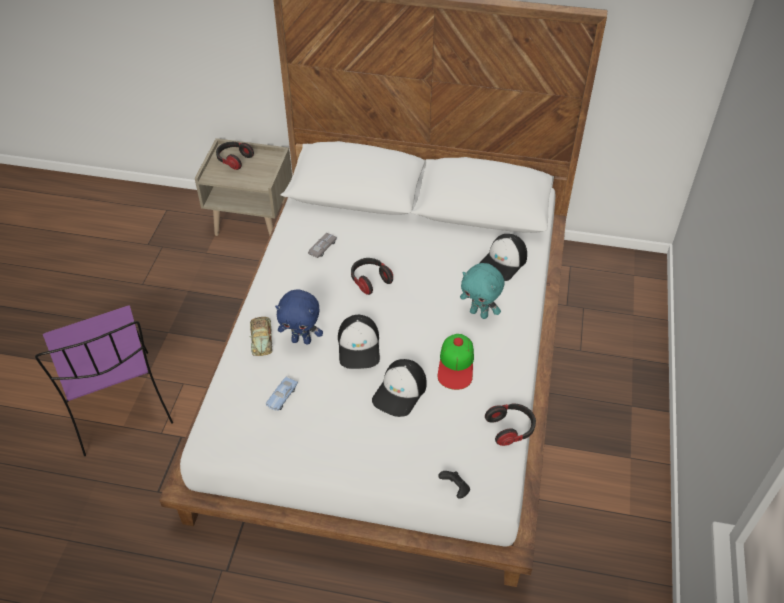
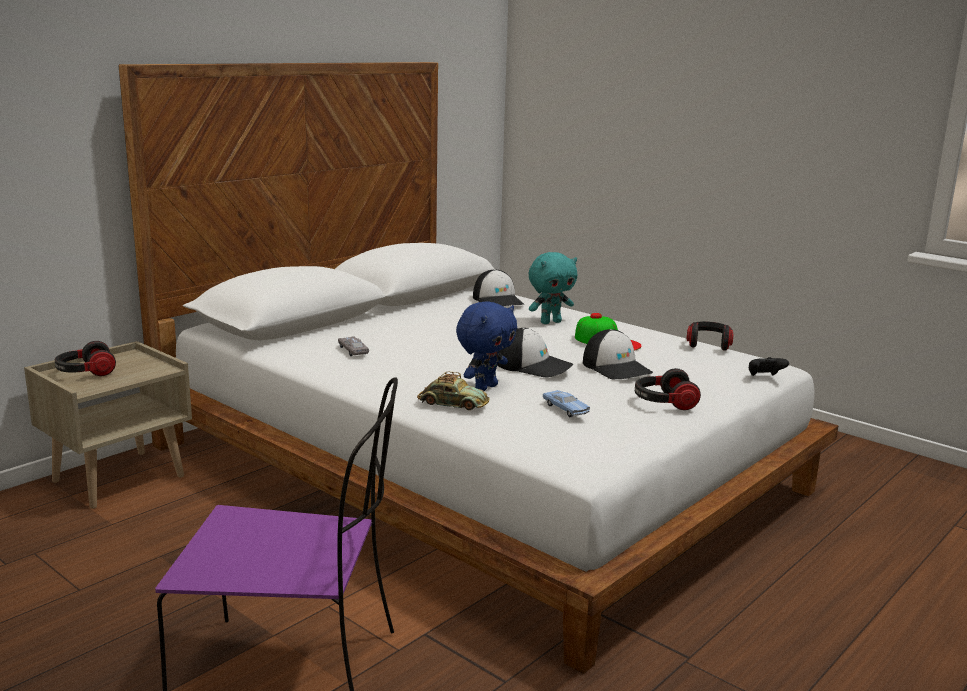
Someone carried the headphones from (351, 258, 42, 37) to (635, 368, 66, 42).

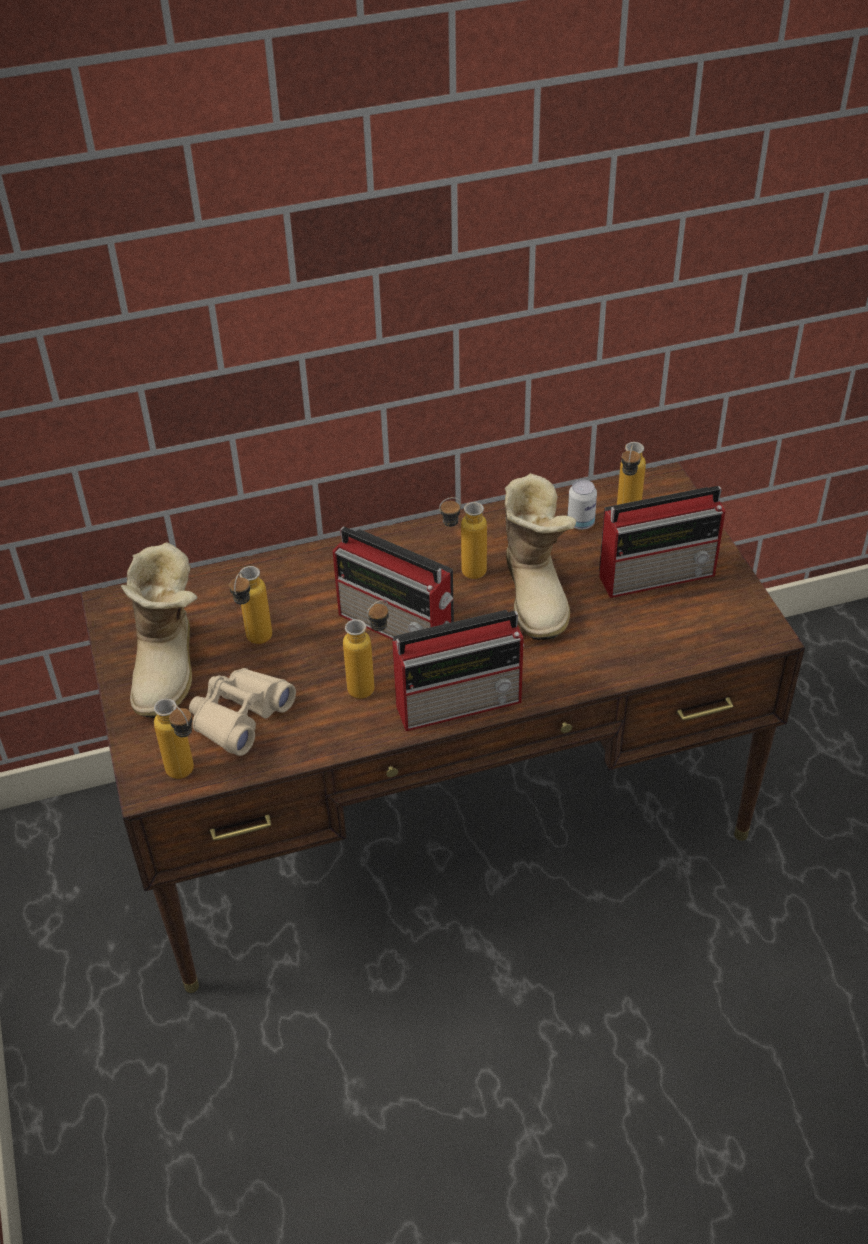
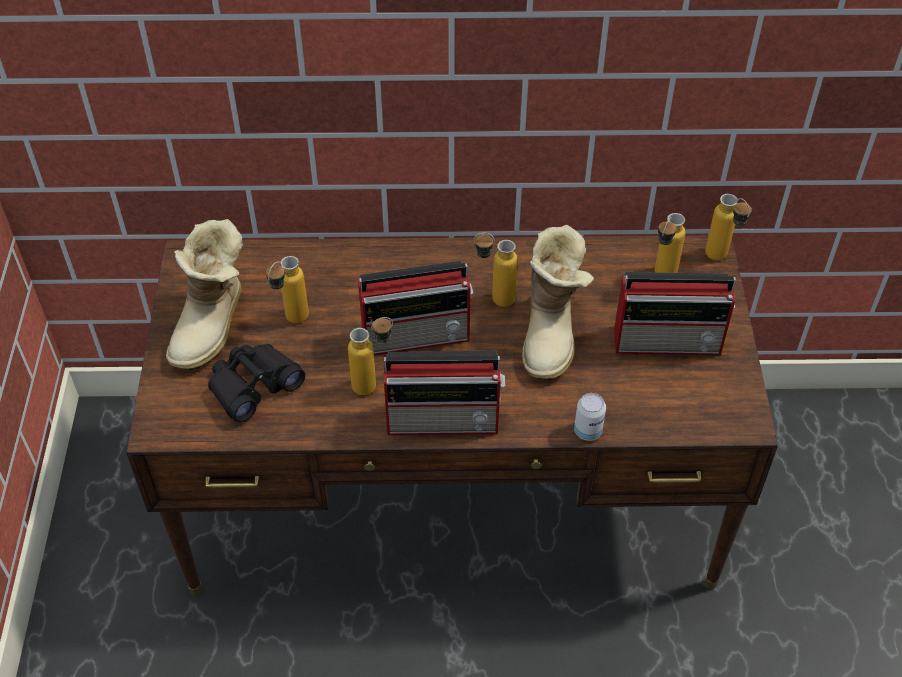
Someone carried the bottle from (154, 698, 40, 81) to (705, 194, 47, 66).
Someone repainted the beige binoculars at (189, 668, 107, 88), which became the black binoculars at (208, 344, 97, 79).
Someone rotated the radio at (333, 527, 121, 113) by 60 degrees counterclockwise.
Someone carried the can from (568, 480, 29, 50) to (574, 393, 32, 48).

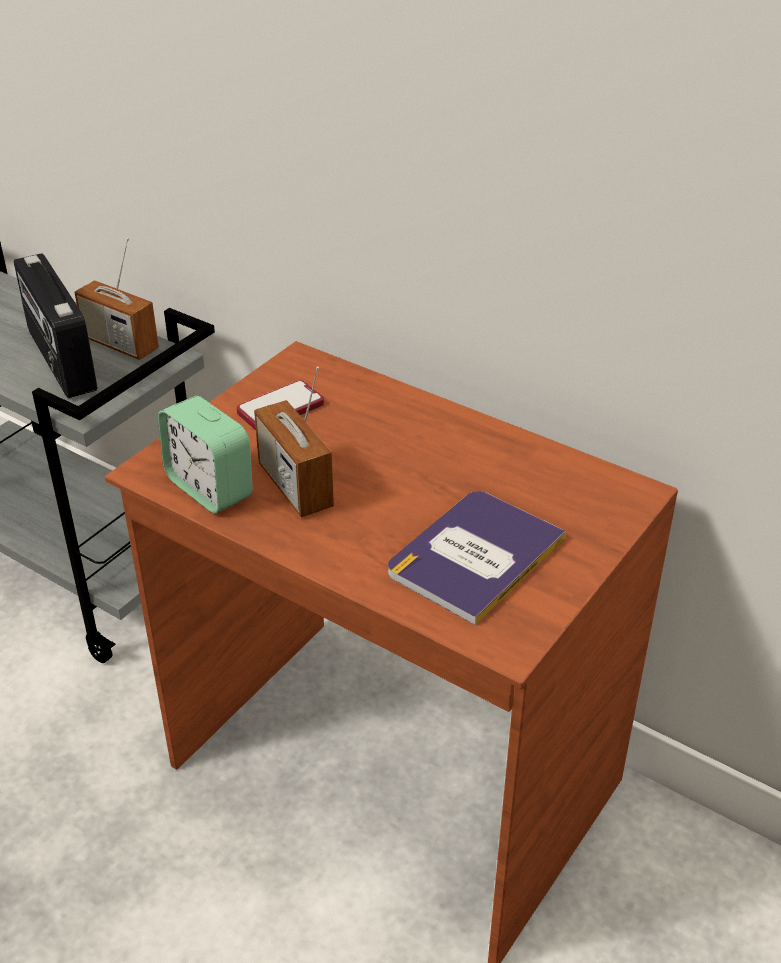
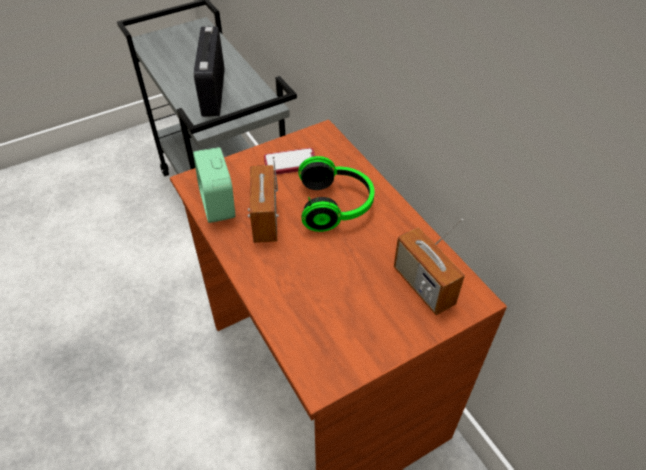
Someone carried the radio from (74, 238, 85, 122) to (394, 219, 71, 96).
Someone took away the book at (388, 491, 178, 134).
Someone put down the headphones at (298, 156, 77, 76).

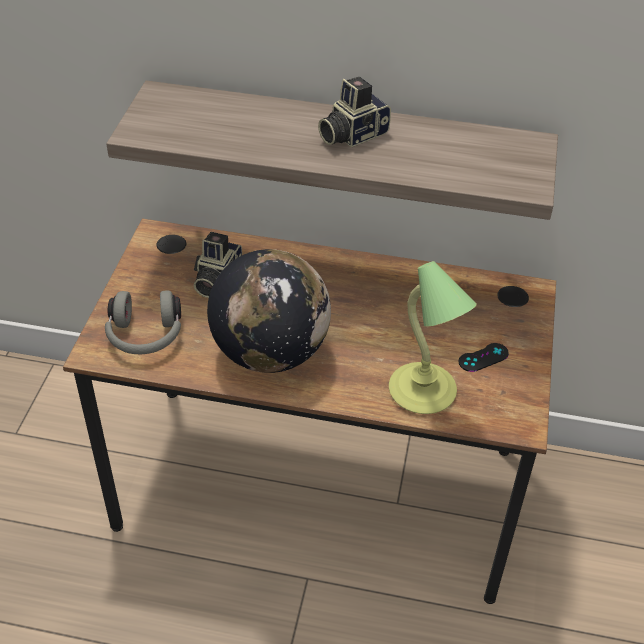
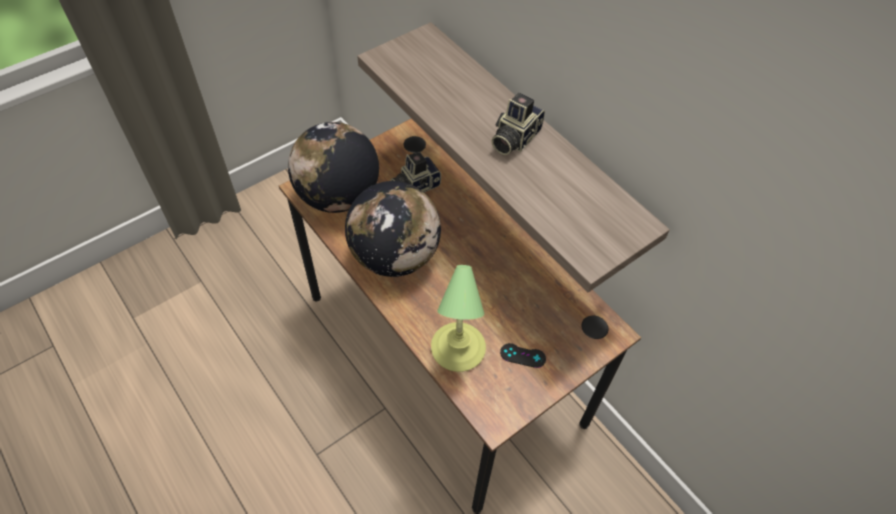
Someone swapped the grey headphones at (105, 291, 76, 63) for the globe at (288, 122, 91, 91).
Someone rotated the photo camera at (318, 77, 73, 71) by 60 degrees counterclockwise.

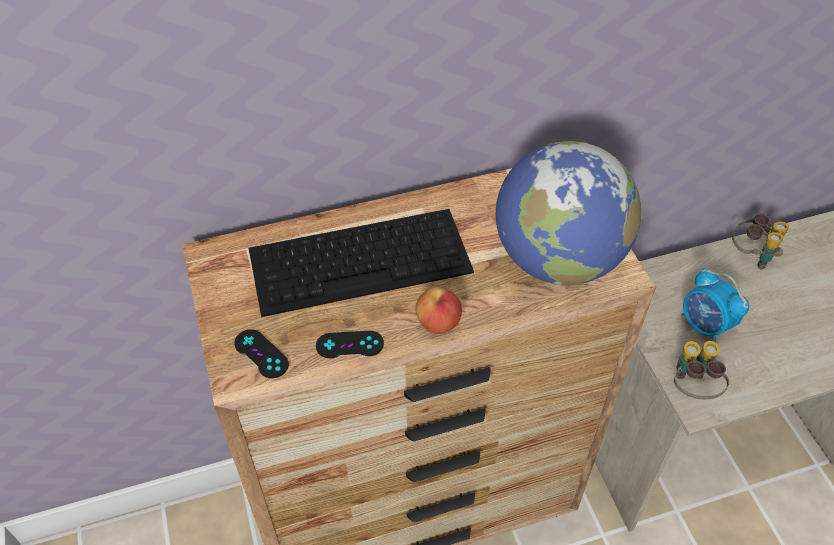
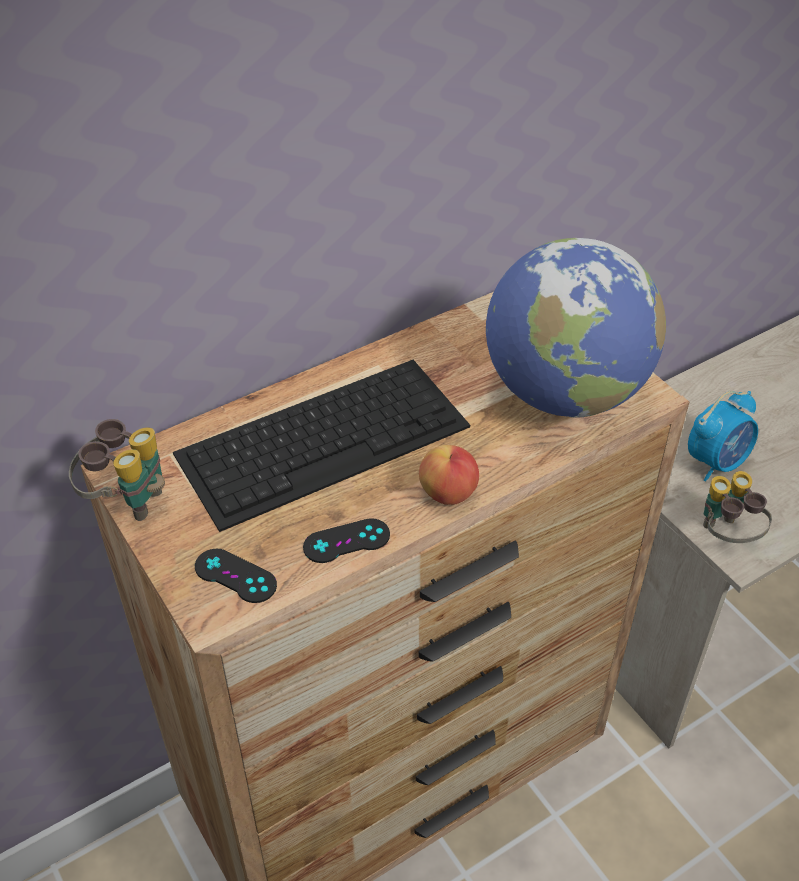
Someone rotated the alarm clock at (681, 268, 68, 74) by 75 degrees counterclockwise.
Someone carried the binoculars from (732, 213, 57, 57) to (69, 419, 96, 102).

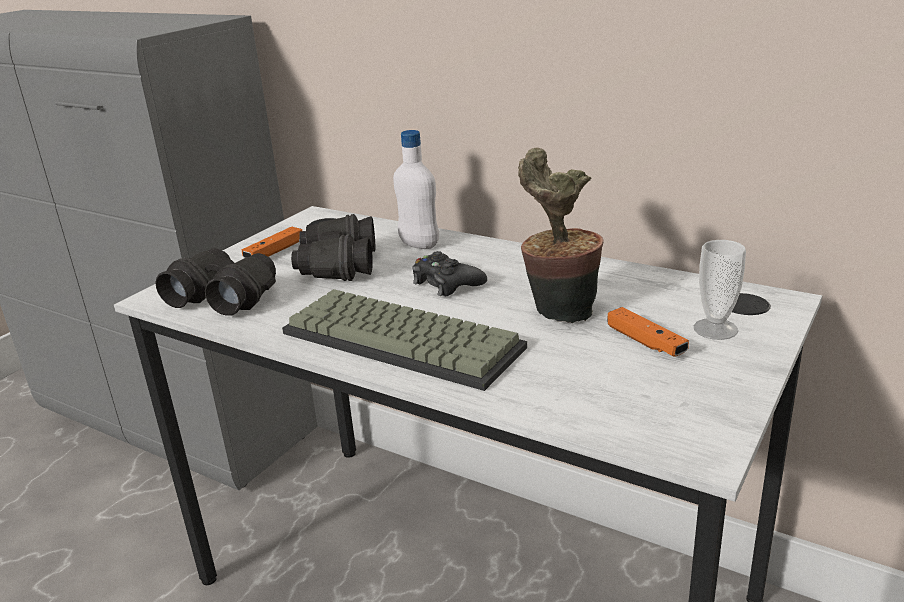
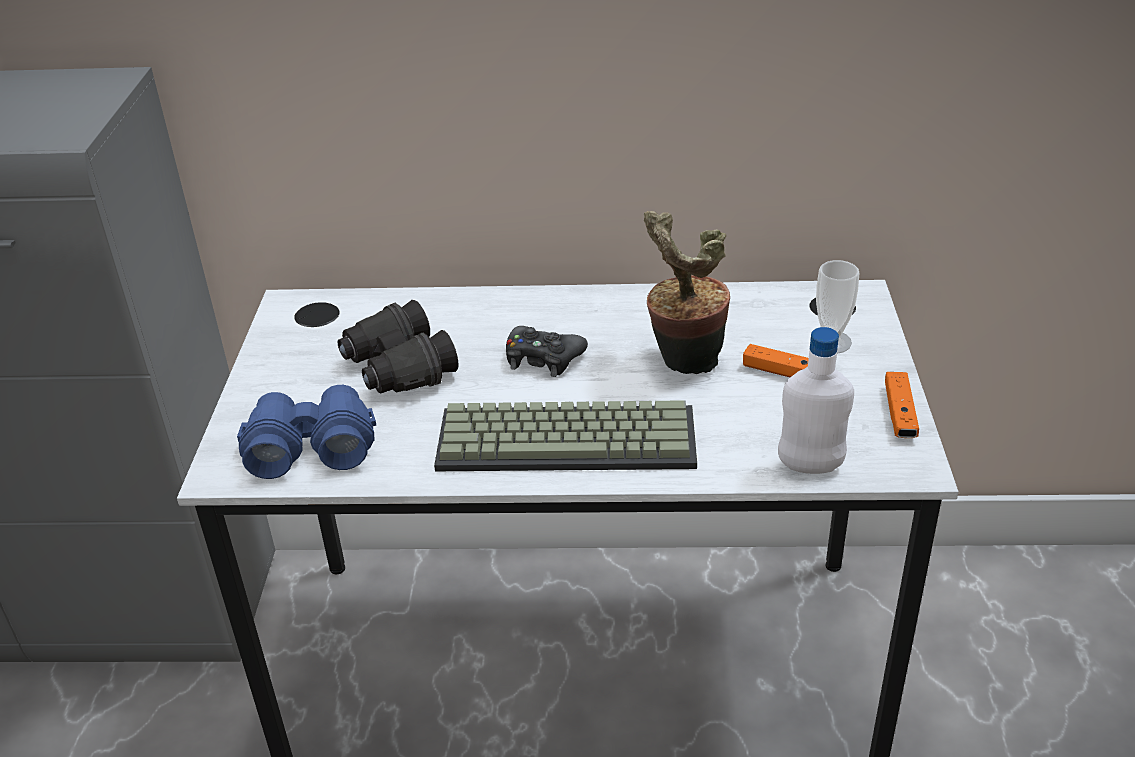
Someone repainted the black binoculars at (155, 248, 121, 68), which became the blue binoculars at (237, 385, 139, 94).
Someone carried the orange game controller from (242, 226, 60, 32) to (885, 372, 34, 66).
Someone carried the white bottle from (393, 130, 46, 119) to (778, 327, 76, 147).

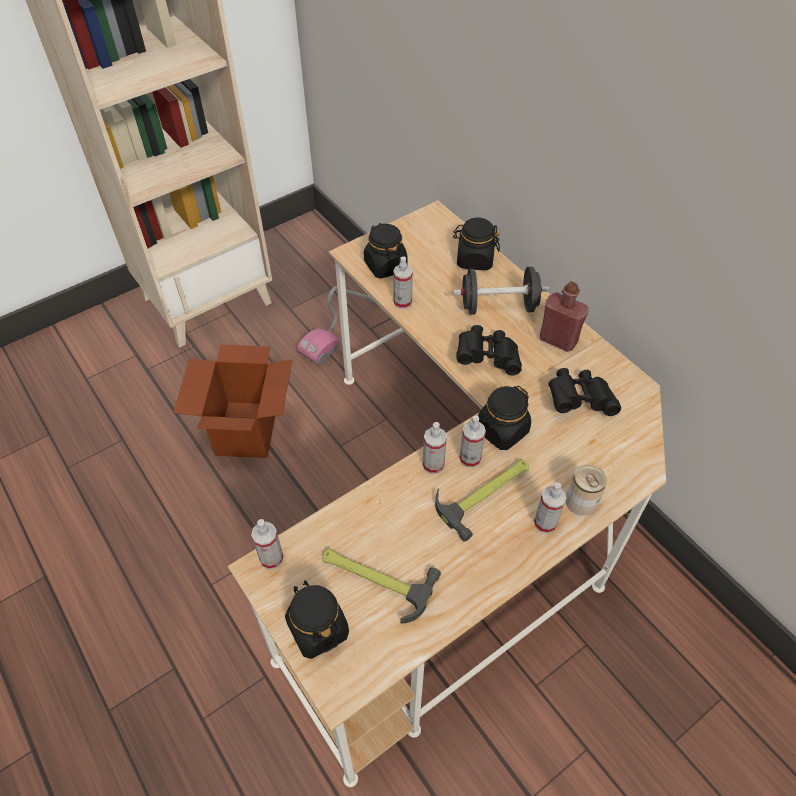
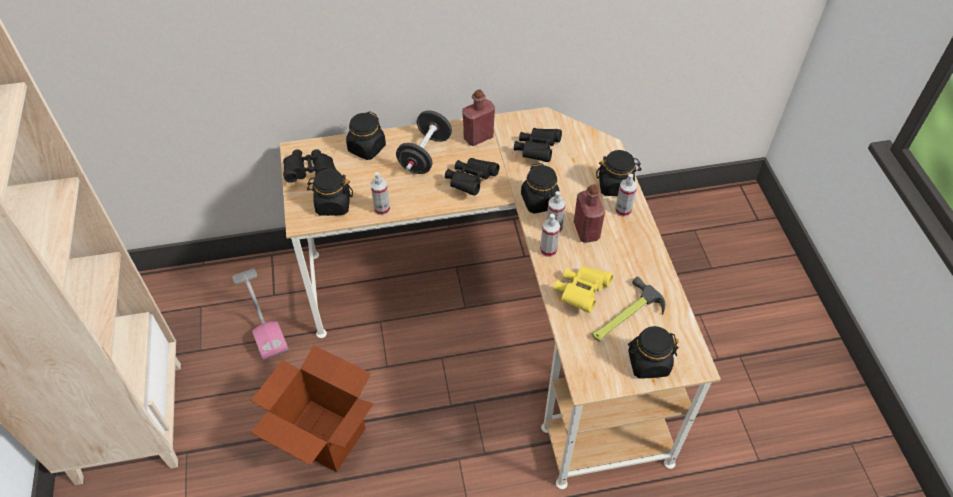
Someone took away the spray bottle at (251, 519, 33, 51).
Someone swapped the hammer at (435, 459, 94, 83) for the red bottle at (574, 184, 31, 59).
Someone swapped the can at (565, 464, 42, 52) for the black jar at (596, 150, 46, 46).
Someone put down the black binoculars at (283, 149, 53, 34).
Someone put down the yellow binoculars at (554, 266, 59, 47).

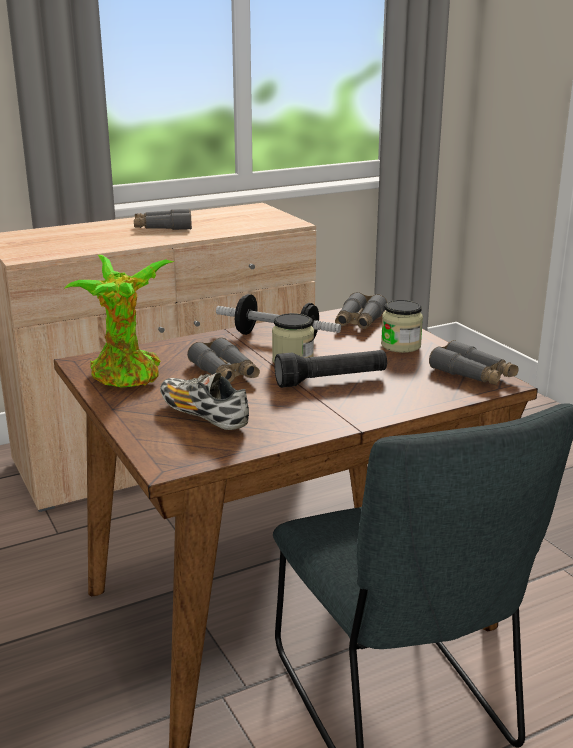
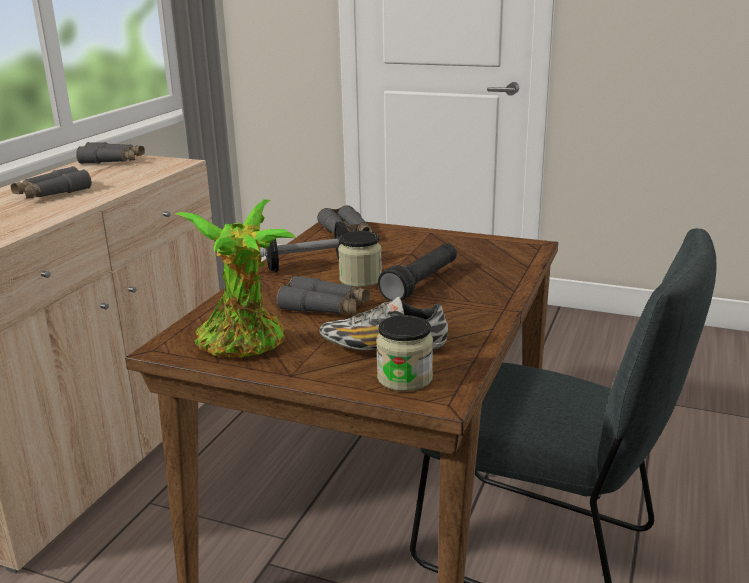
Someone carried the jar from (381, 300, 42, 53) to (376, 315, 57, 77).
Someone carried the grey binoculars from (429, 340, 90, 45) to (76, 142, 69, 22).

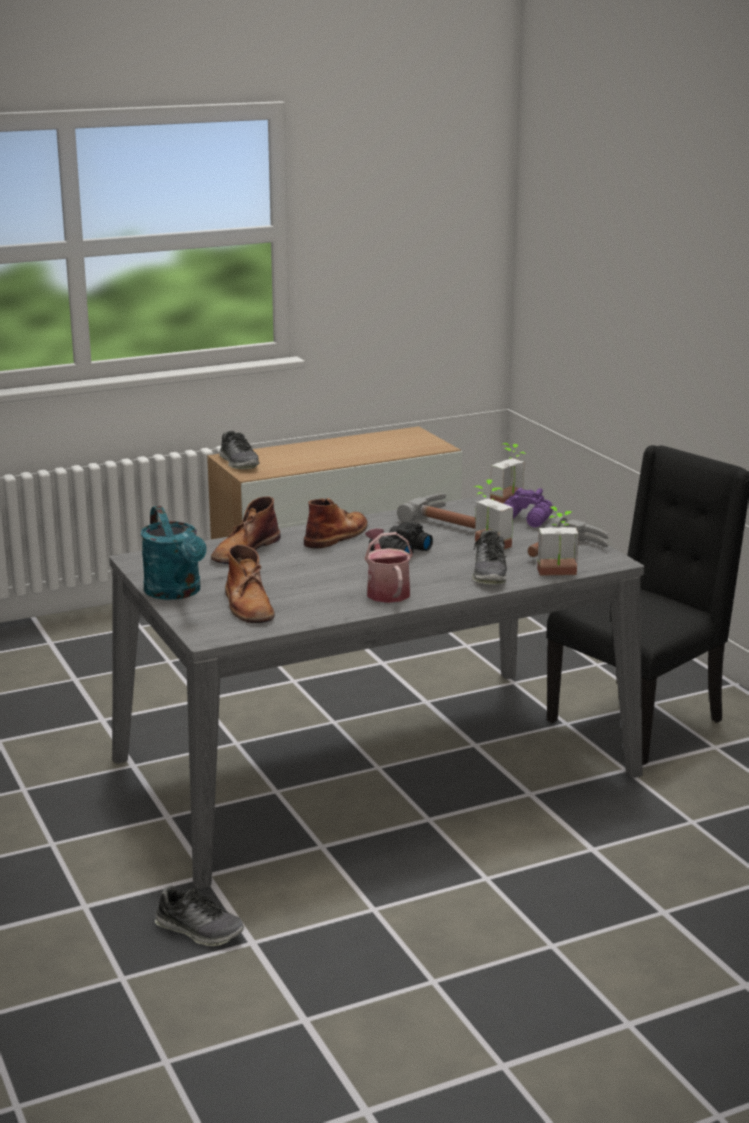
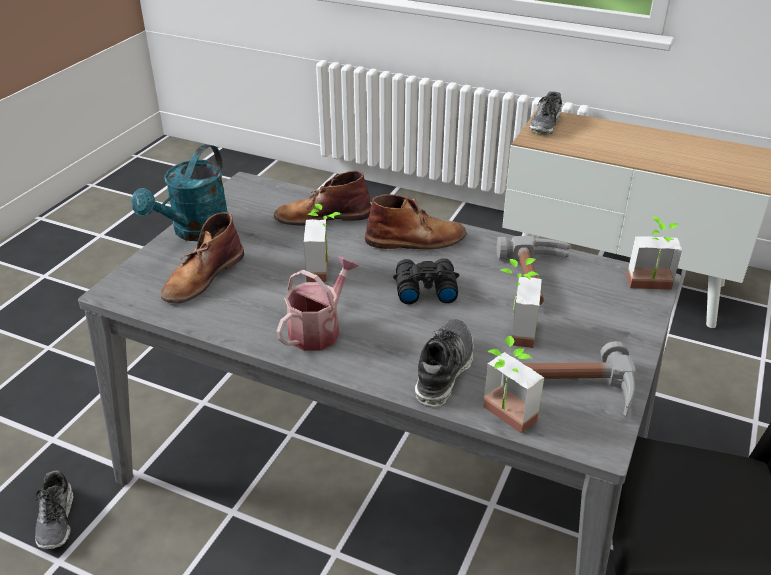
Someone rotated the shoe at (472, 530, 35, 55) by 150 degrees clockwise.
Someone took away the purple binoculars at (504, 488, 49, 40).
Someone put down the potted plant at (304, 204, 37, 78).

